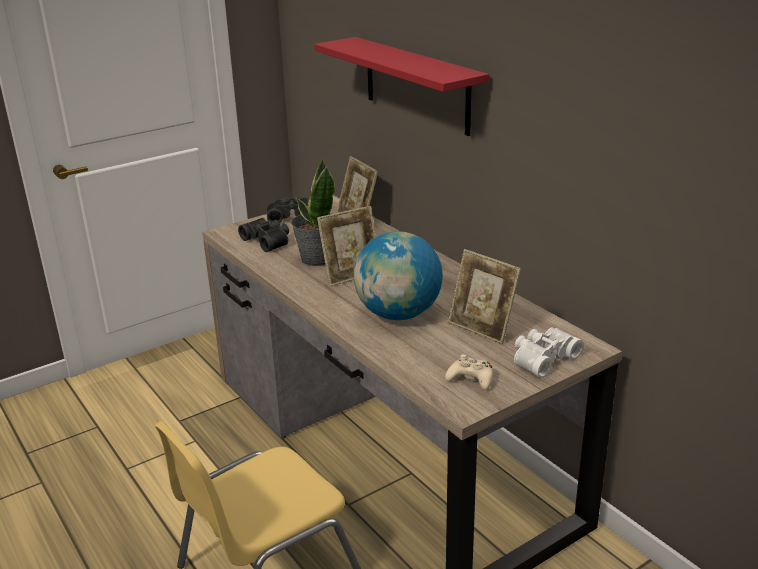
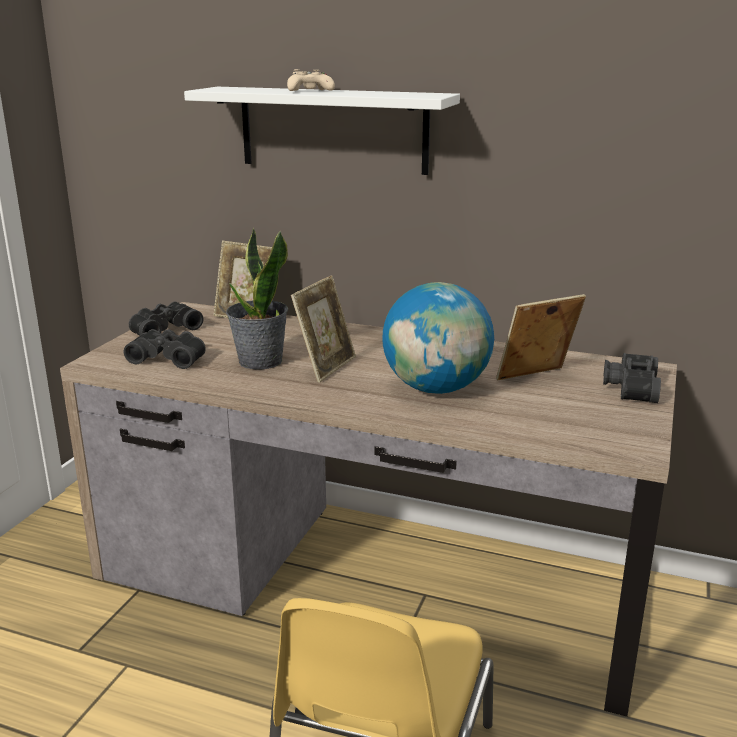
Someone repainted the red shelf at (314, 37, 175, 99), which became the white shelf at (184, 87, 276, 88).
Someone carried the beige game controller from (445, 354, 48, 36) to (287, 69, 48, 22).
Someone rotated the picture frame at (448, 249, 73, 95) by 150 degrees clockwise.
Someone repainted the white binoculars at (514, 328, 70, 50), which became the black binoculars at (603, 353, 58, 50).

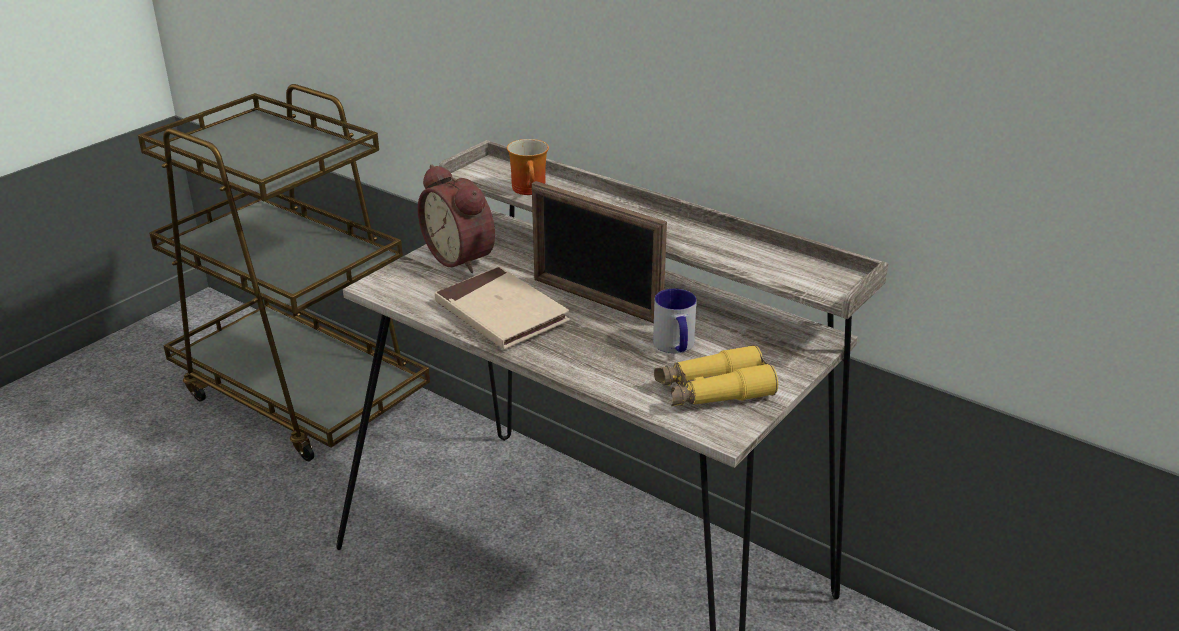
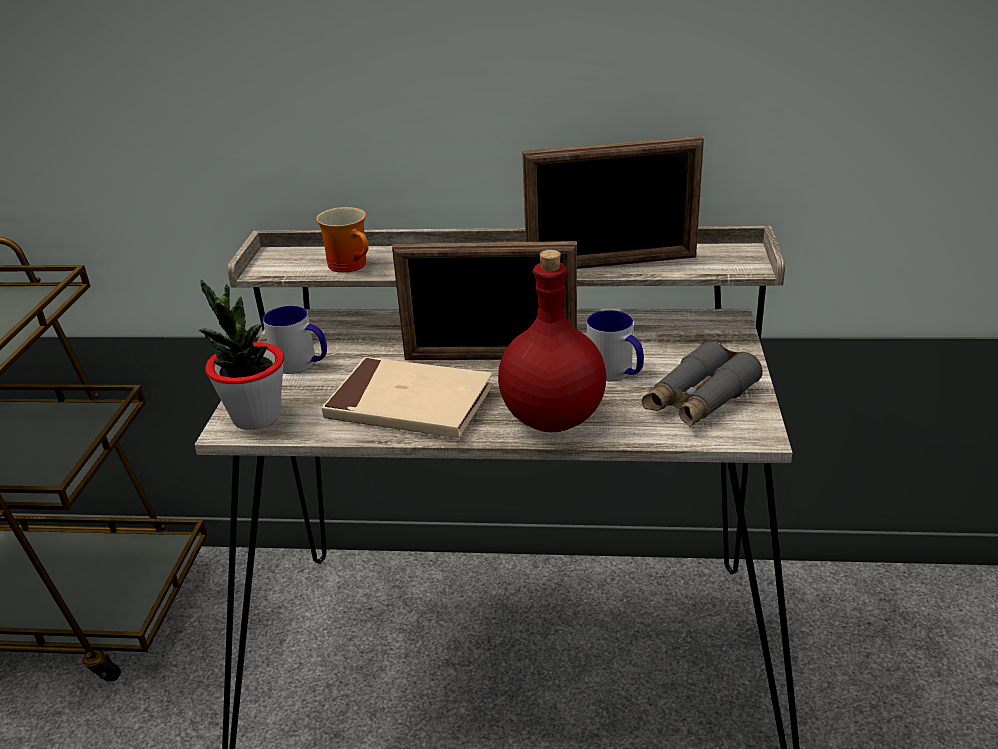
Someone swapped the alarm clock at (418, 164, 77, 109) for the mug at (263, 306, 64, 68).
Someone repainted the yellow binoculars at (654, 345, 124, 61), which became the grey binoculars at (642, 340, 121, 87).
Someone put down the potted plant at (199, 280, 85, 150).
Someone put down the red bottle at (498, 250, 108, 182).
Someone put down the picture frame at (522, 136, 182, 133).

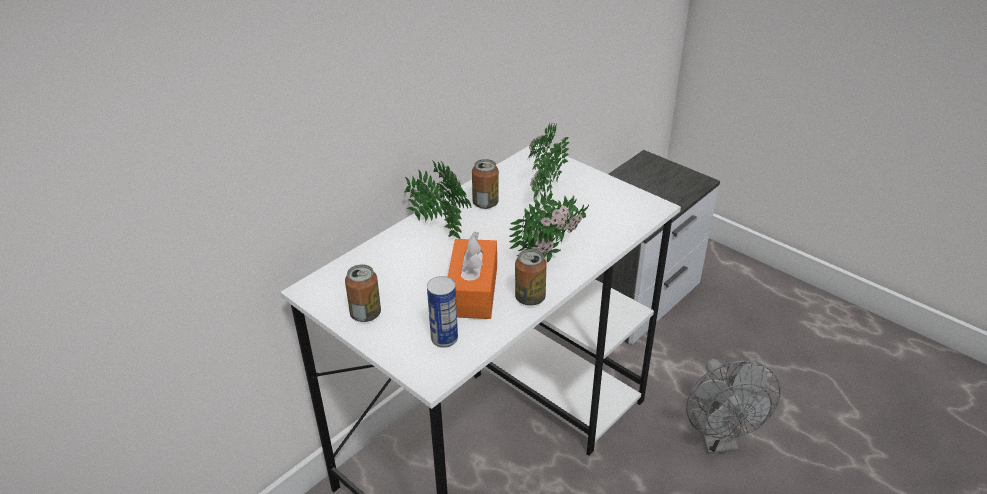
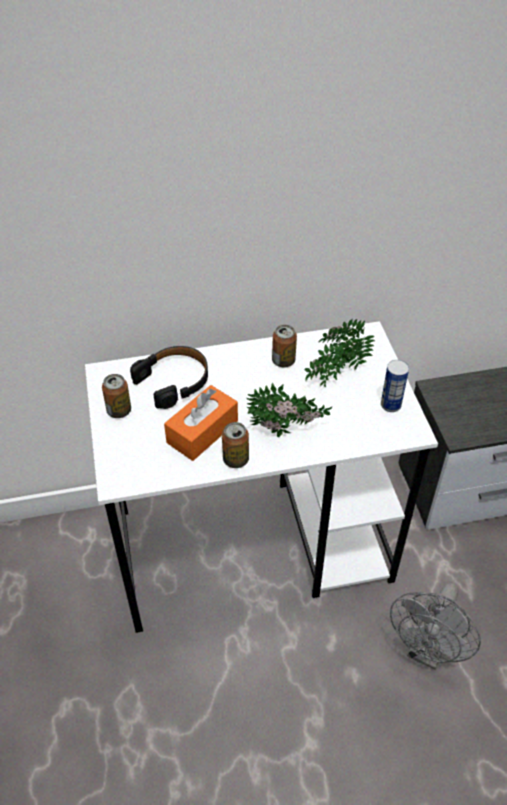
Someone took away the potted plant at (404, 161, 67, 78).
Someone carried the can from (427, 276, 31, 72) to (381, 360, 28, 52).
Someone put down the black headphones at (130, 346, 78, 63).

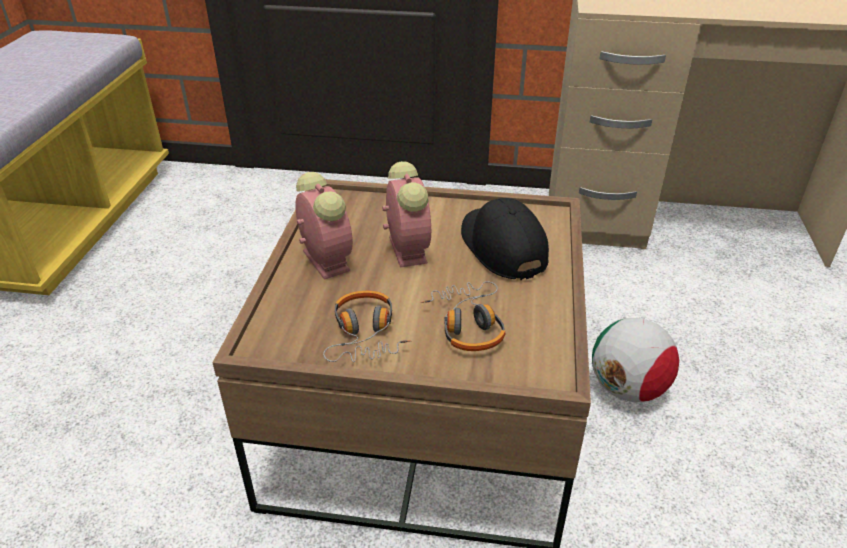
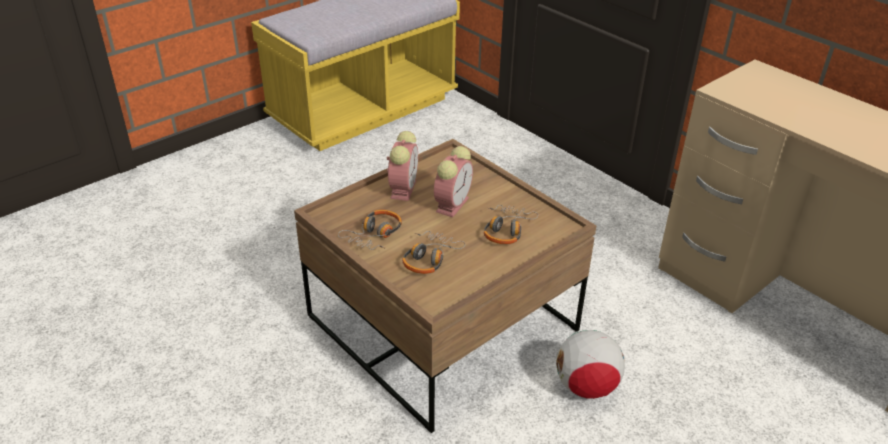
Someone swapped the black cap at (461, 198, 88, 82) for the headphones at (484, 205, 54, 39).

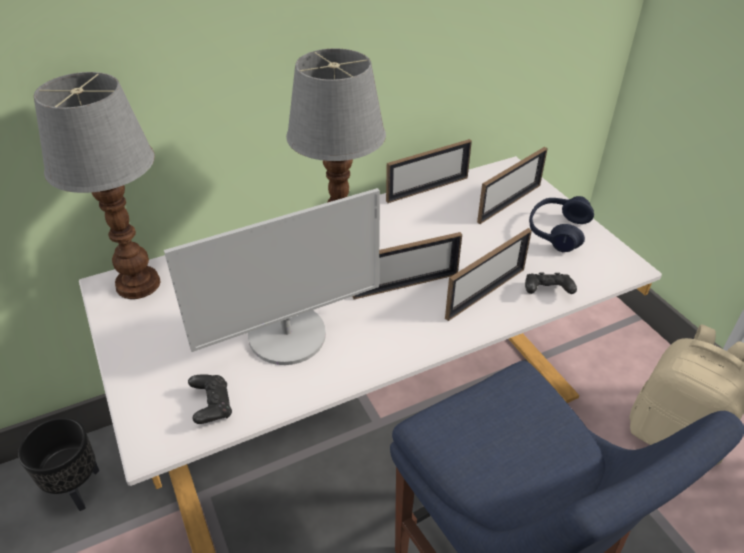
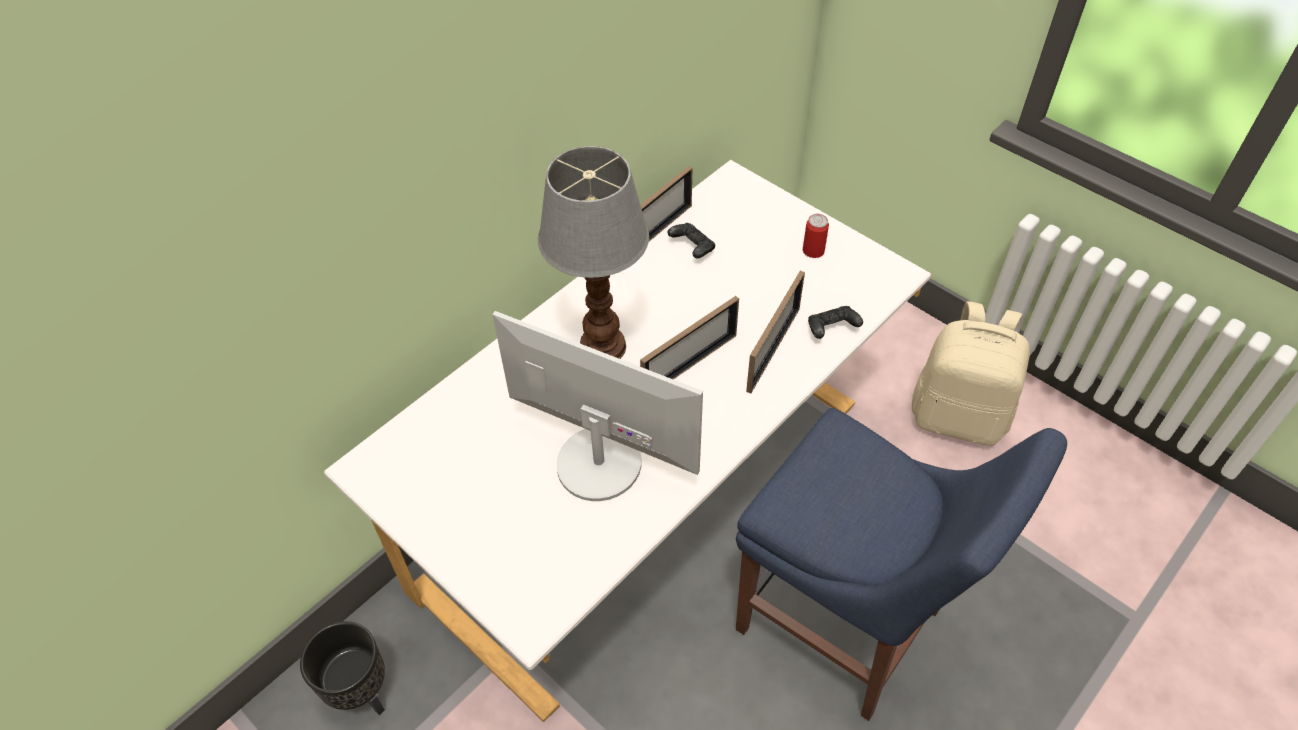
Someone took away the table lamp at (34, 72, 127, 227).
Someone rotated the monitor at (164, 188, 216, 177) by 105 degrees counterclockwise.
Someone carried the black game controller from (188, 374, 44, 50) to (667, 223, 48, 35).
Someone took away the picture frame at (477, 147, 71, 77).
Someone swapped the blue headphones at (529, 196, 65, 56) for the can at (803, 214, 26, 44).

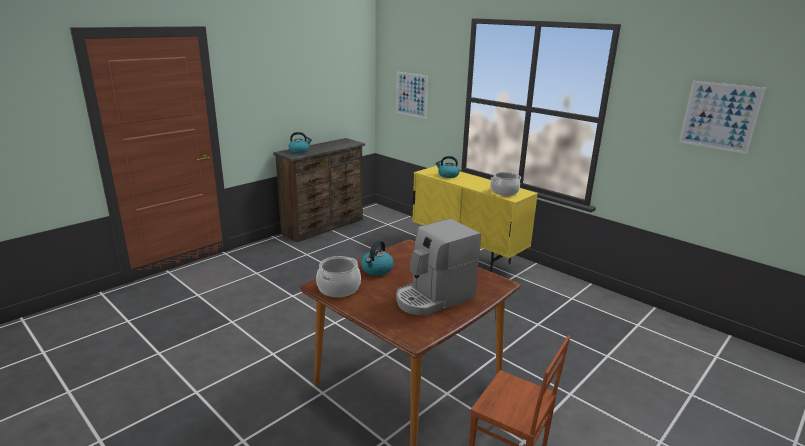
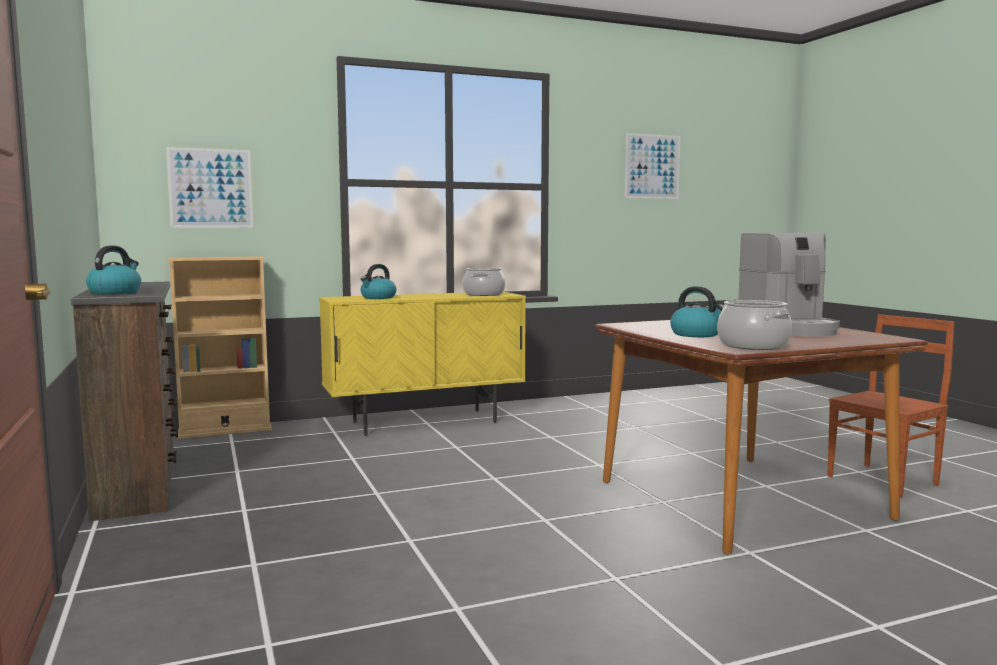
Someone put down the beige bookcase at (168, 256, 104, 183).

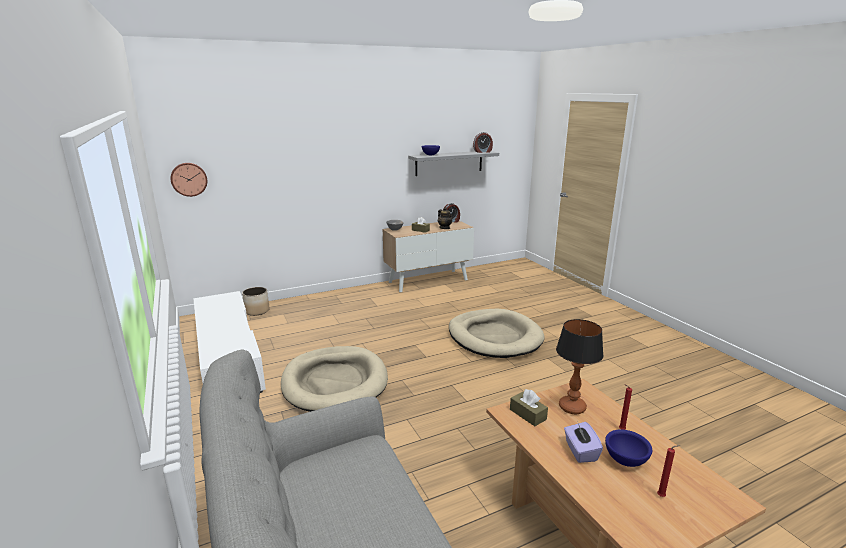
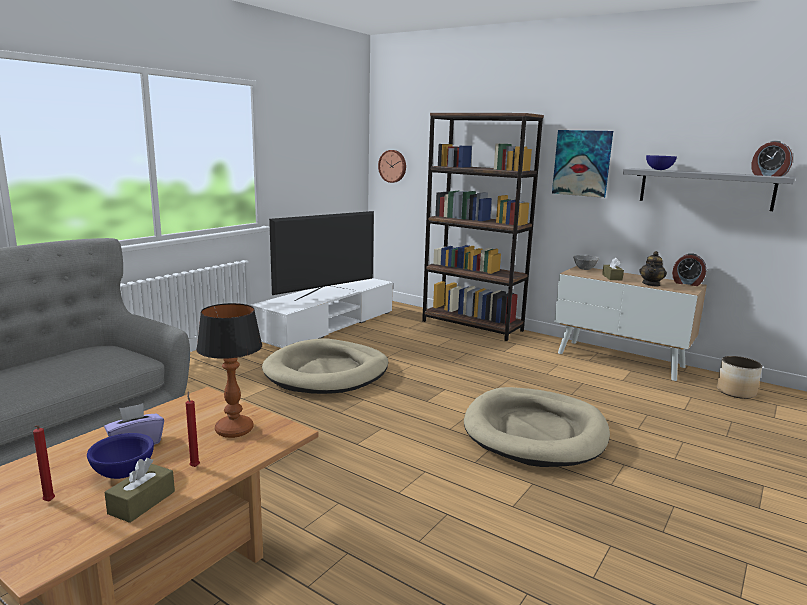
Someone carried the planter from (242, 287, 28, 29) to (717, 356, 45, 43).
Someone carried the brown tissue box from (510, 389, 38, 37) to (104, 458, 71, 65).
Someone put down the television at (269, 211, 105, 90).
Someone put down the brown bookcase at (422, 113, 122, 228).
Someone put up the picture at (552, 130, 61, 68).

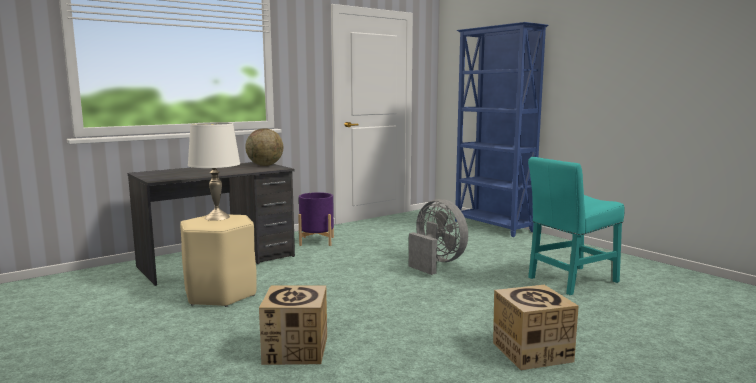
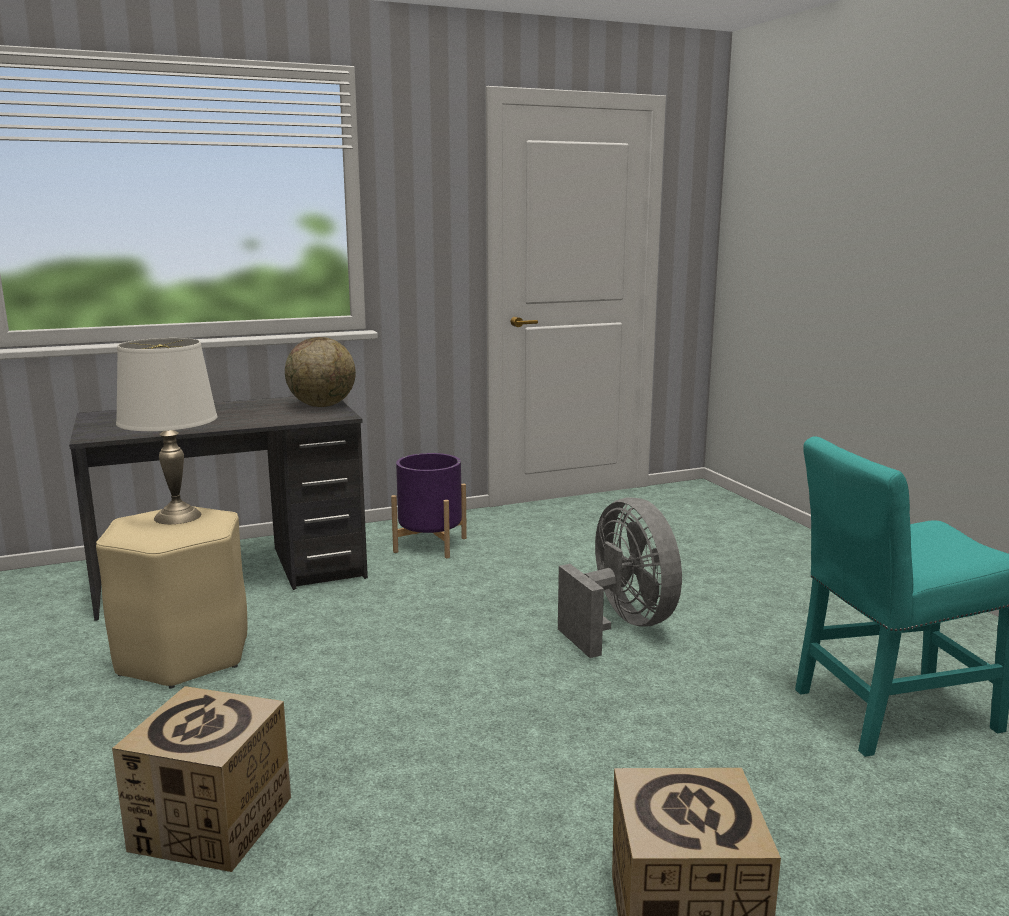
Someone took away the blue bookcase at (455, 22, 93, 215).

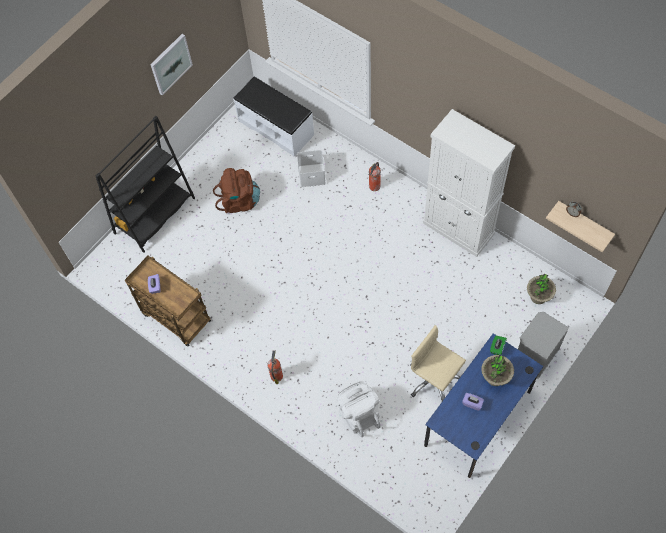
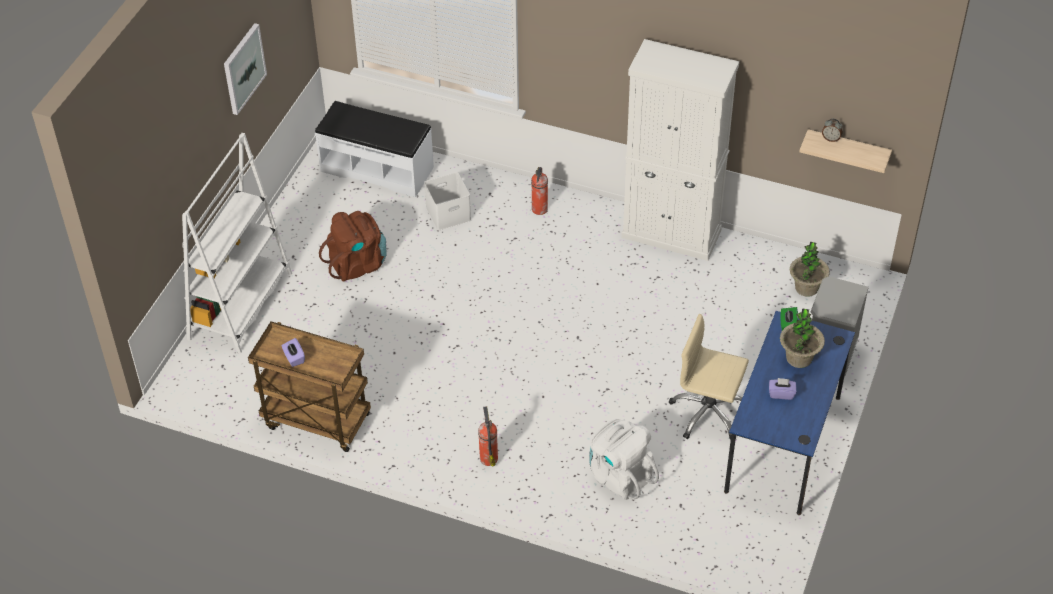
Someone repainted the black bookcase at (95, 116, 100, 136), which became the white bookcase at (182, 133, 110, 220).

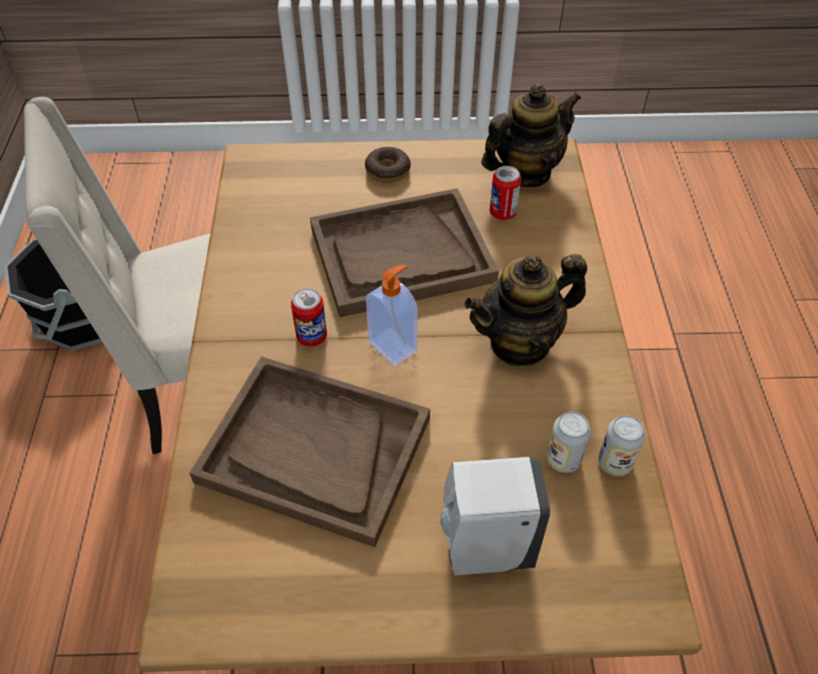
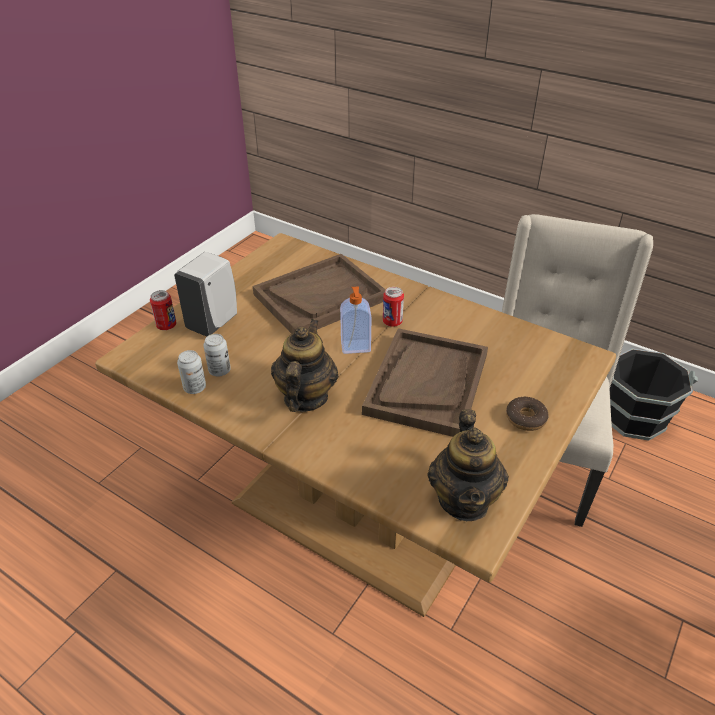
Someone carried the can from (490, 166, 31, 54) to (150, 290, 27, 40).

